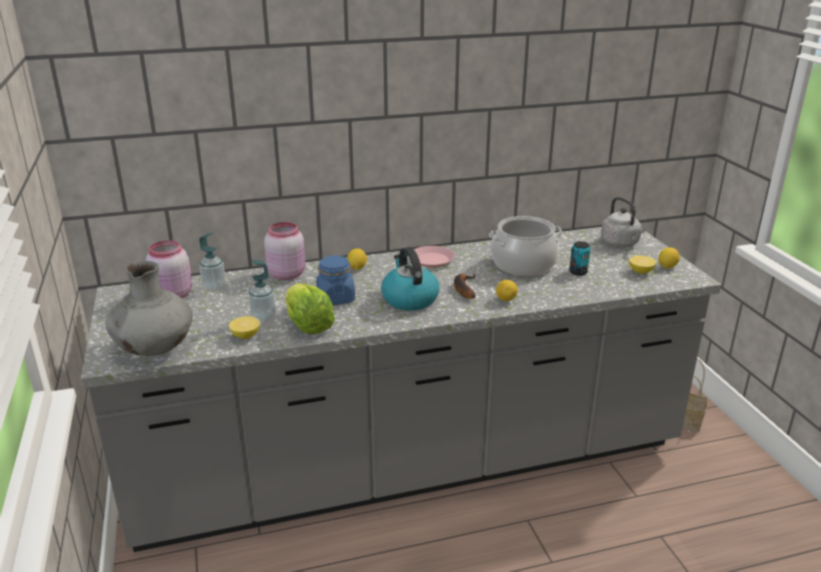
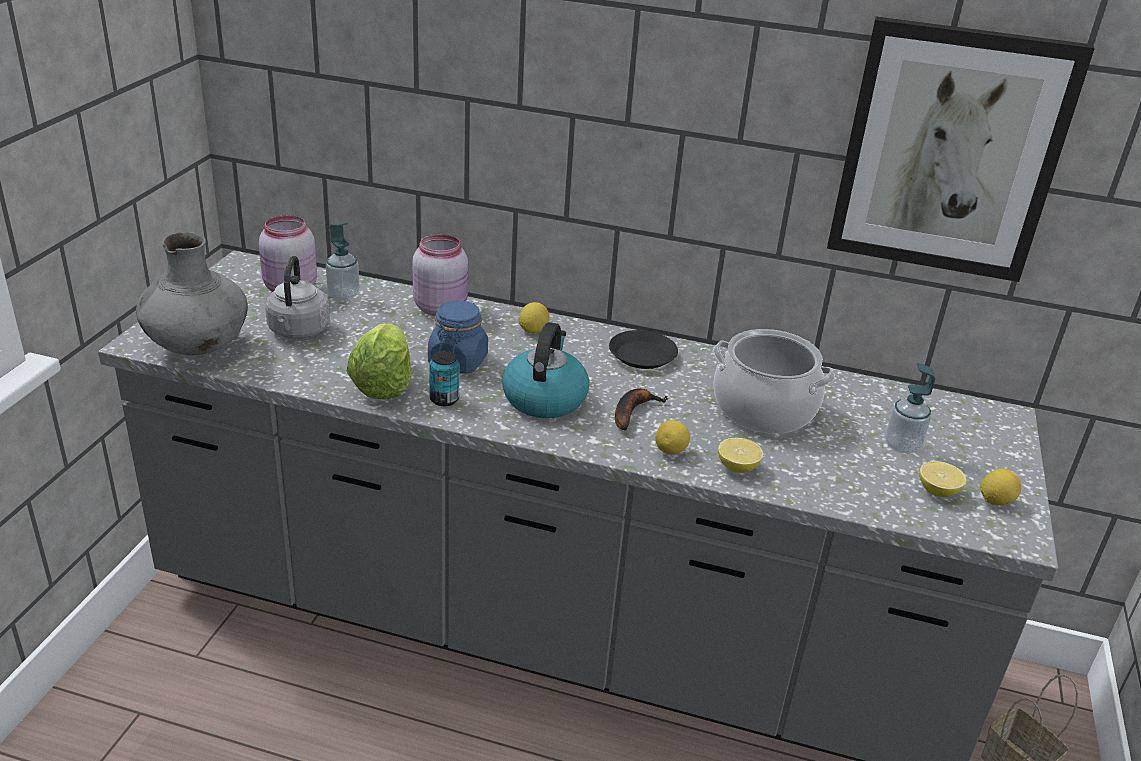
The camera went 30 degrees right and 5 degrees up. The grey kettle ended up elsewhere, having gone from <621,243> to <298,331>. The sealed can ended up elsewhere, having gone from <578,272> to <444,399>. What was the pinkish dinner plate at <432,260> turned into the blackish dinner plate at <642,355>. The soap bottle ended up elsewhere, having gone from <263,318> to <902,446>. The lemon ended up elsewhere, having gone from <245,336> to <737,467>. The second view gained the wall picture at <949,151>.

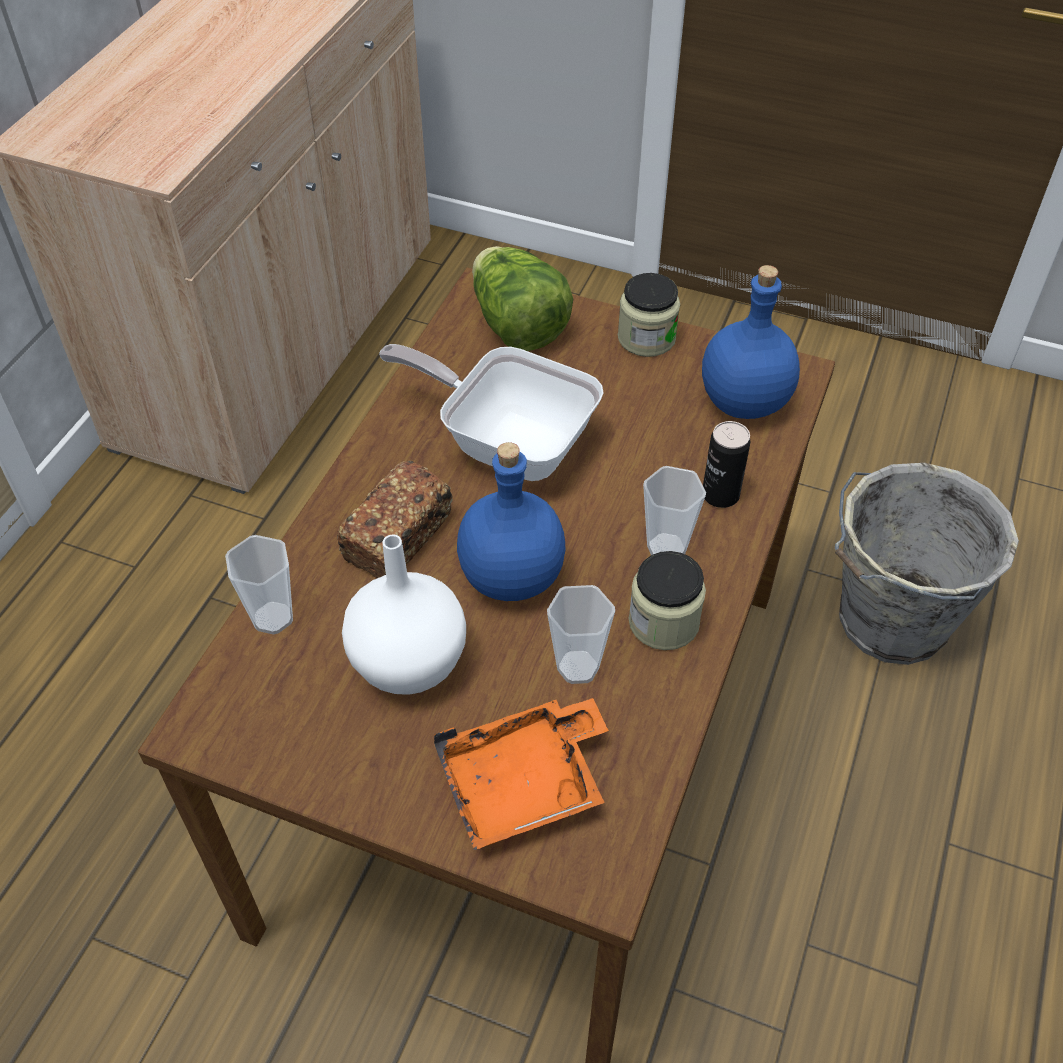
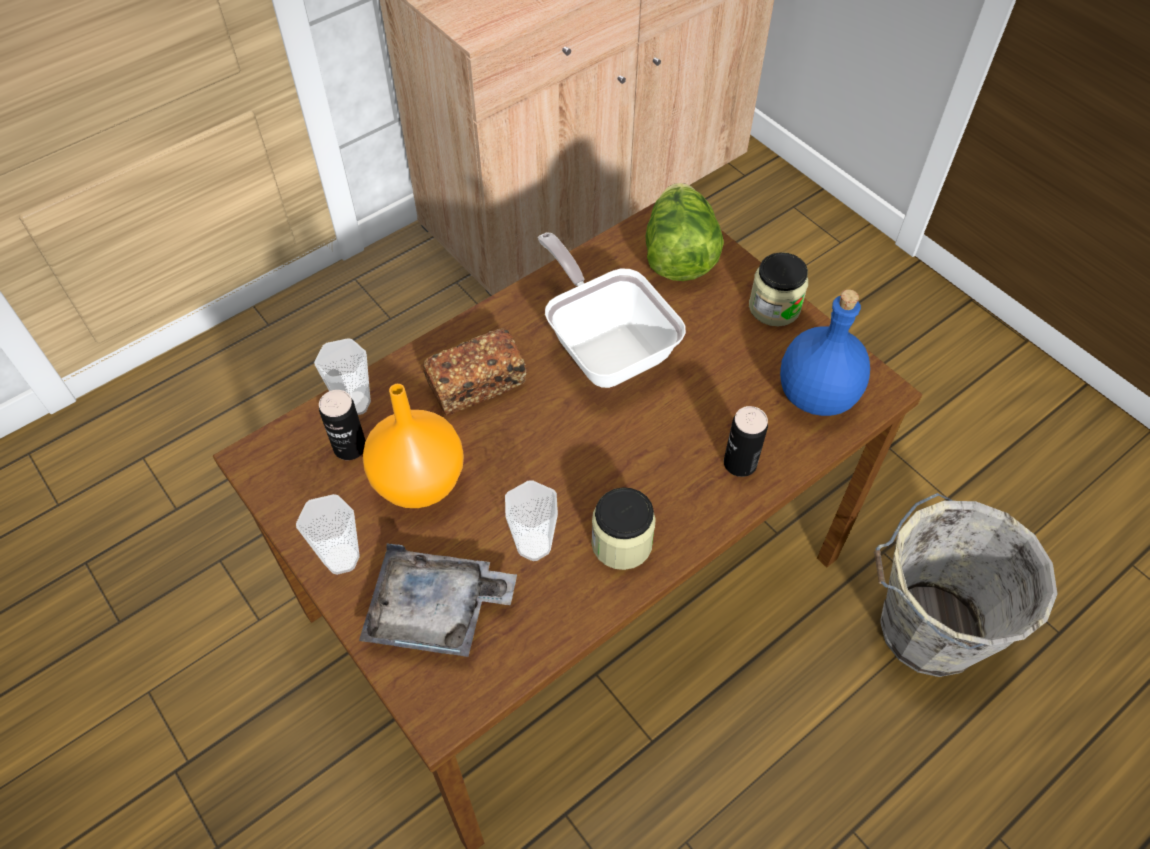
The camera went 30 degrees right and 5 degrees up. The second view lost the blue bottle at <509,576>. The drinking cup ended up elsewhere, having gone from <666,548> to <341,558>. What was the white flower vase at <409,662> turned into the orangey flower vase at <420,481>. What was the orangey tray at <525,783> turned into the grey tray at <436,611>. The second view gained the sealed can at <350,447>.

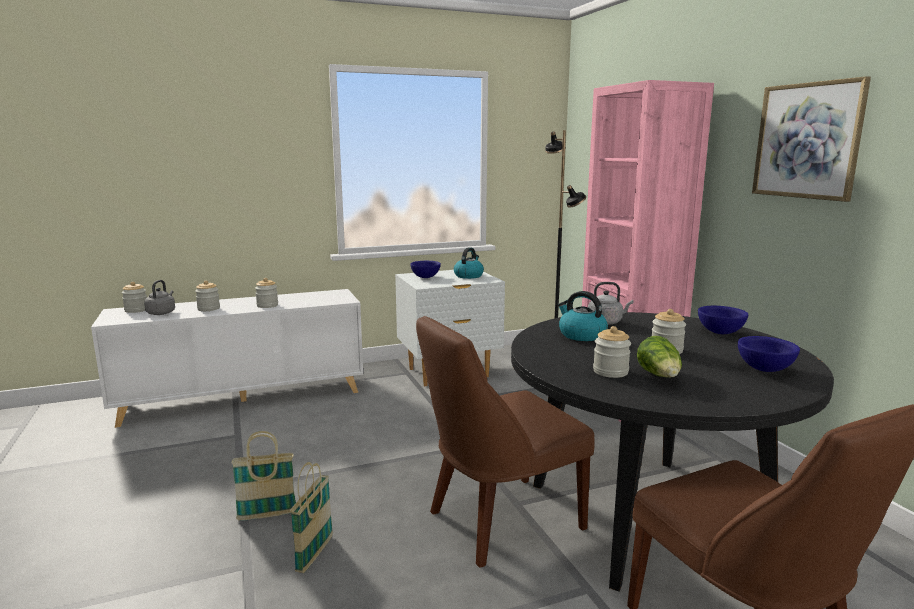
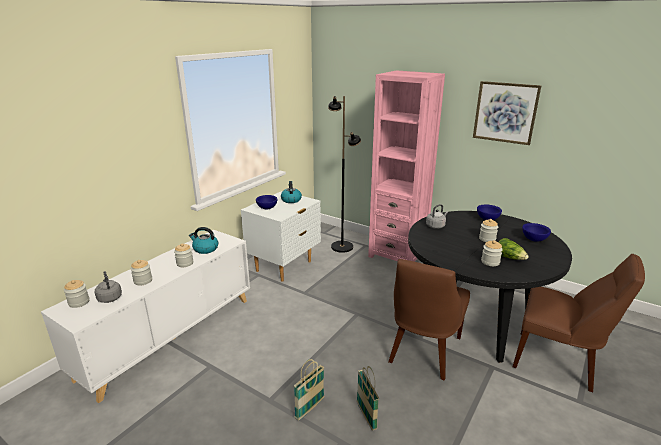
The camera went 35 degrees left and 10 degrees up. The kettle ended up elsewhere, having gone from <581,335> to <205,249>.

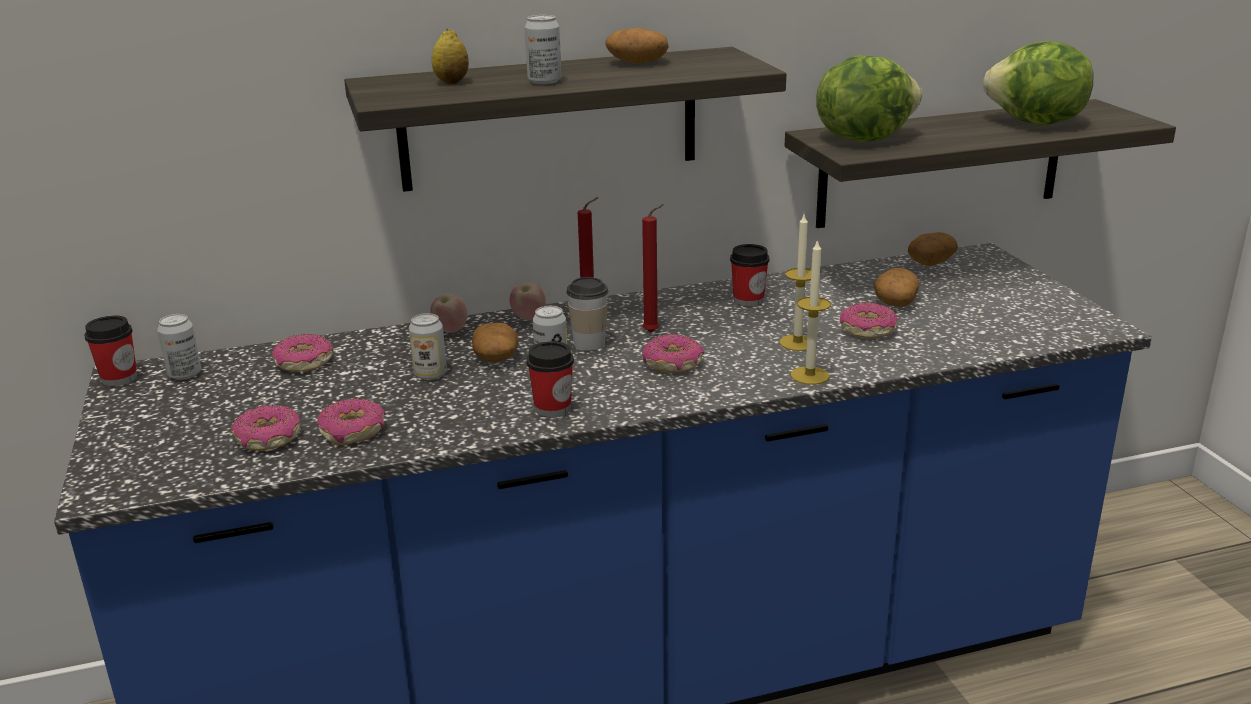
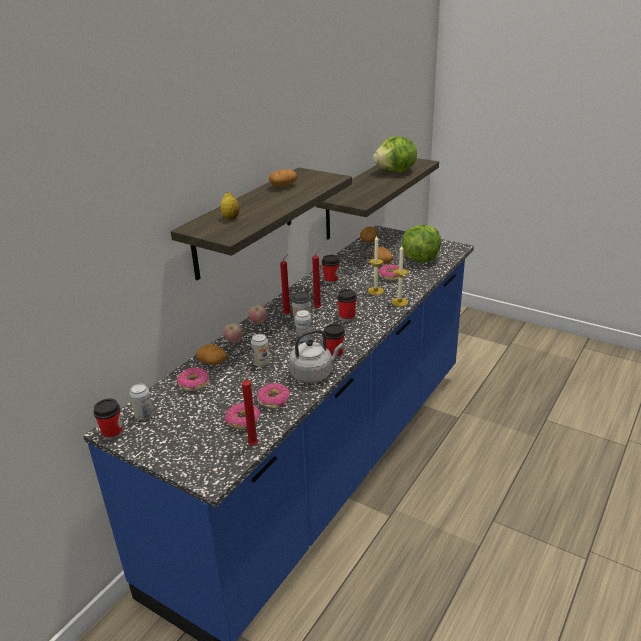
The camera went 40 degrees left and 5 degrees up. The second view lost the sealed can at <544,81>. The lettuce ended up elsewhere, having gone from <863,138> to <420,259>. The potato ended up elsewhere, having gone from <496,358> to <213,362>. Where the donut stood at <673,364>, the drinking cup came to stand at <347,317>. The second view gained the grey kettle at <313,374>. The second view gained the reddish wax candle at <254,444>.

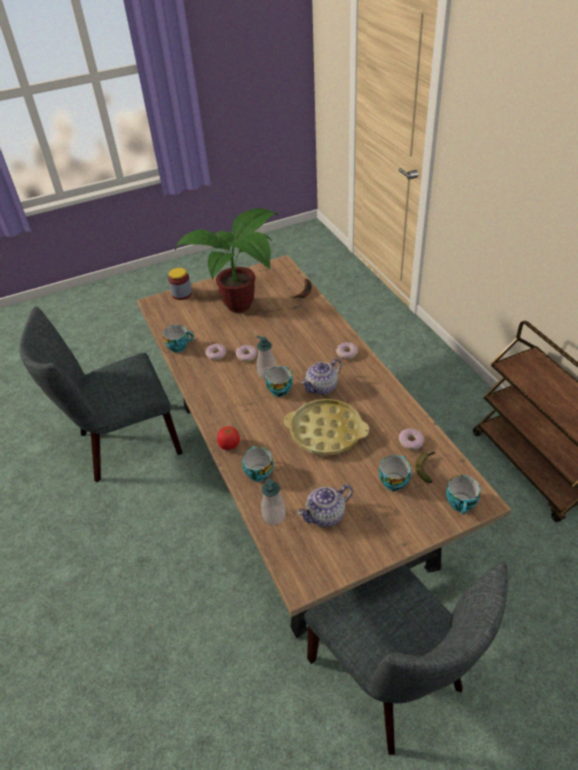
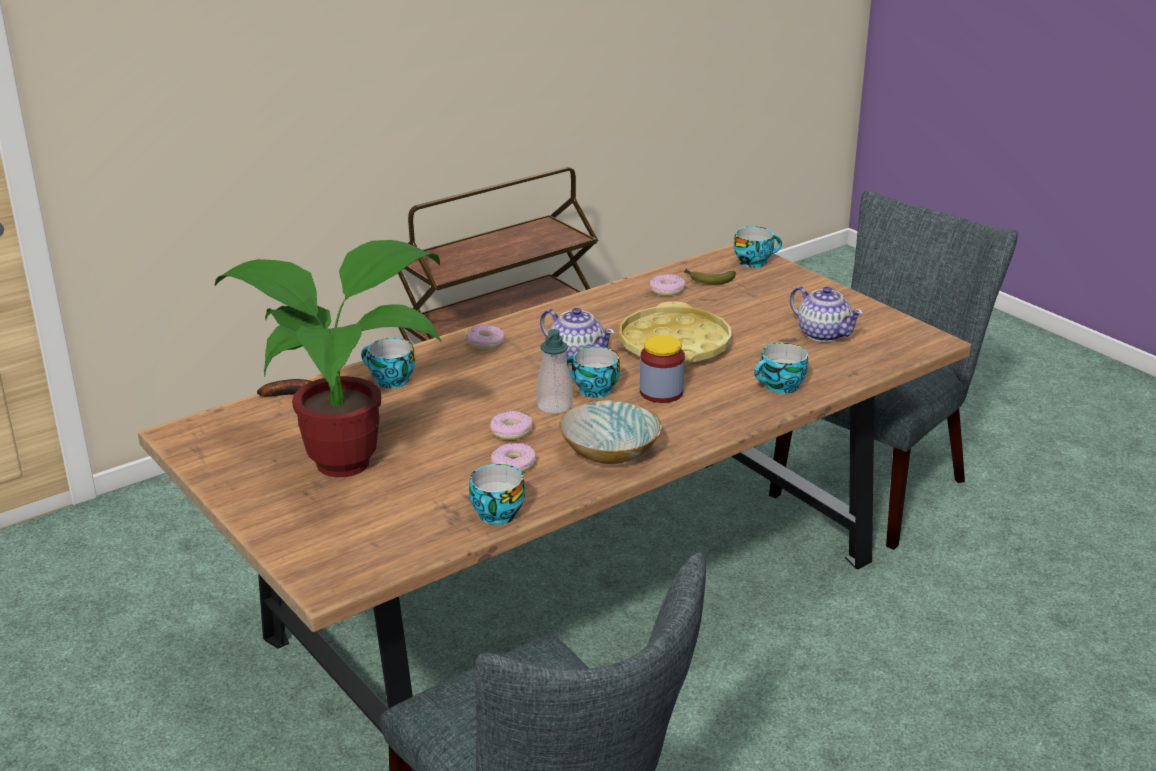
The camera went 105 degrees left and 15 degrees down. The preserve jar ended up elsewhere, having gone from <182,294> to <661,392>. The second view lost the whole tomato at <229,445>. The drinking cup ended up elsewhere, having gone from <393,480> to <389,381>. The second view lost the soap bottle at <274,515>. The second view gained the serving bowl at <611,452>.

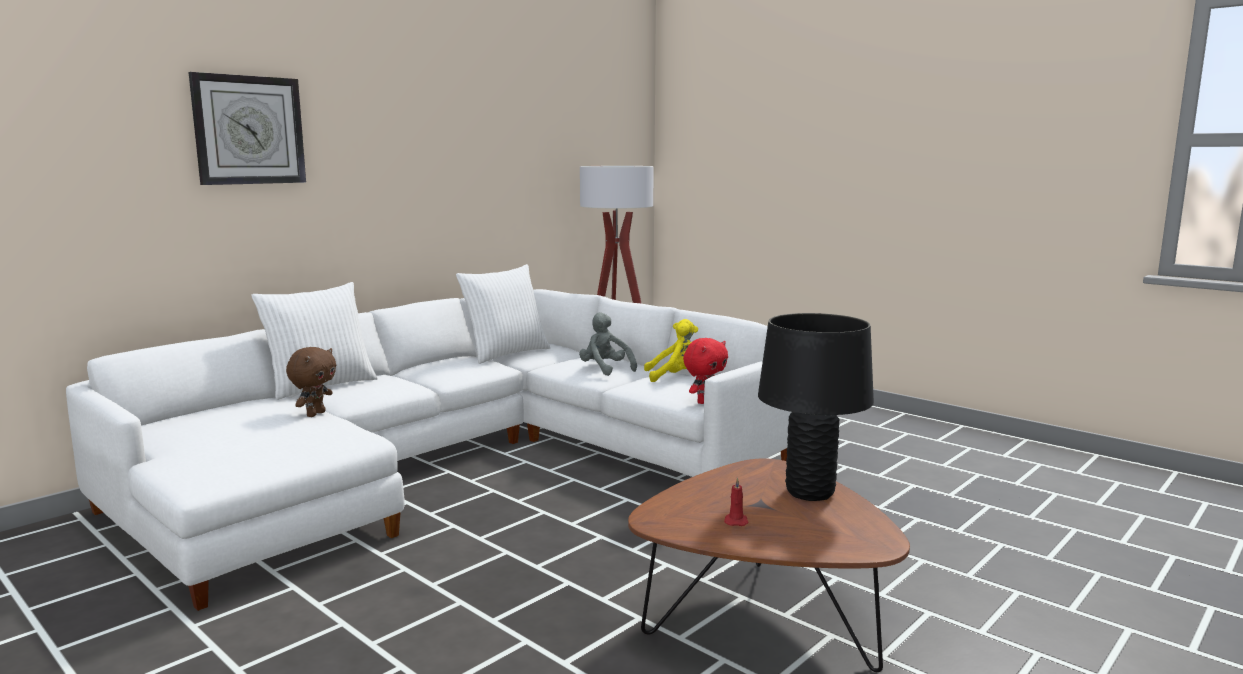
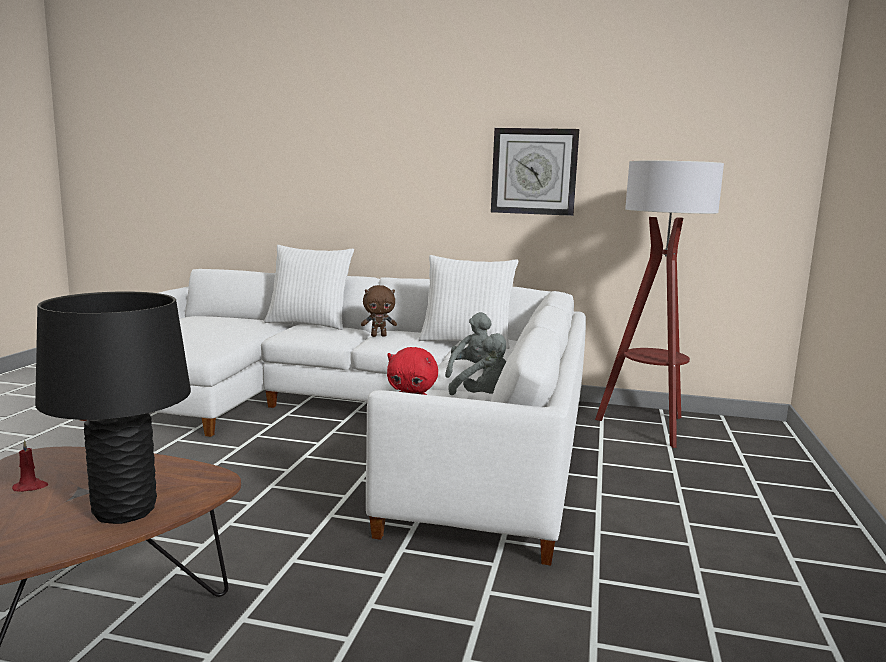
The camera went 60 degrees right and 0 degrees up. The wall clock ended up elsewhere, having gone from <249,130> to <534,171>. What was the yellowish cuddly toy at <674,376> turned into the grey cuddly toy at <486,399>. The brownish cuddly toy ended up elsewhere, having gone from <315,414> to <379,336>.

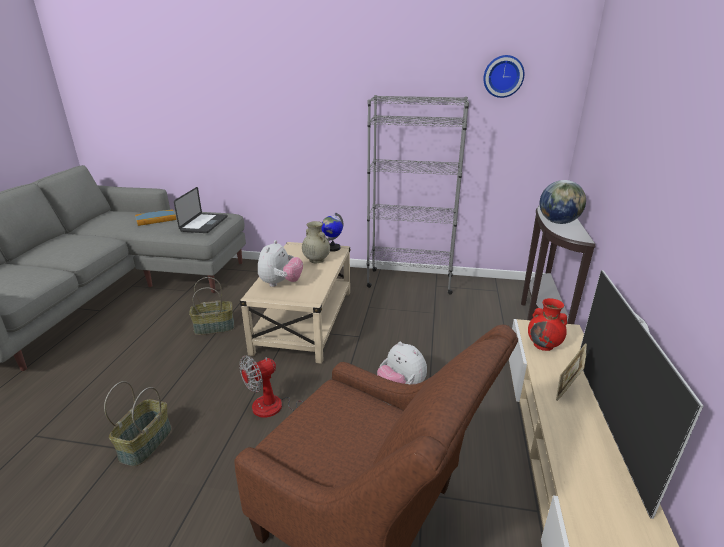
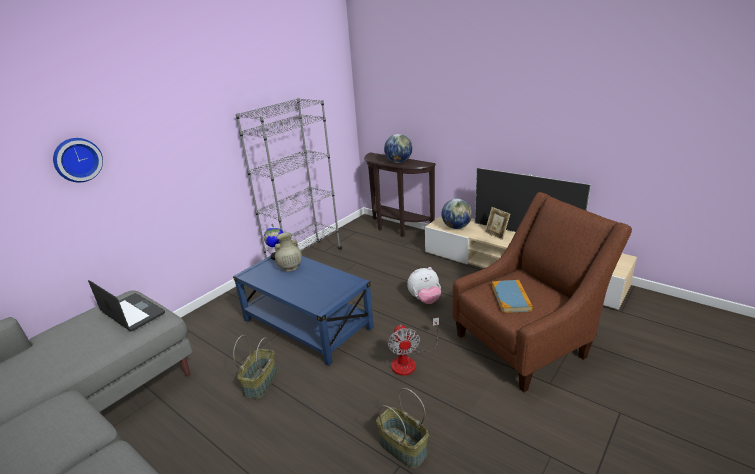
The camera went 60 degrees left and 0 degrees up. The wall clock ended up elsewhere, having gone from <503,76> to <77,159>. The volume ended up elsewhere, having gone from <156,219> to <511,298>. The second view lost the cuddly toy at <280,283>. What was the beige coffee table at <304,321> turned into the blue coffee table at <307,324>. Where the reddish flower vase stood at <544,345>, the desk globe came to stand at <456,227>.

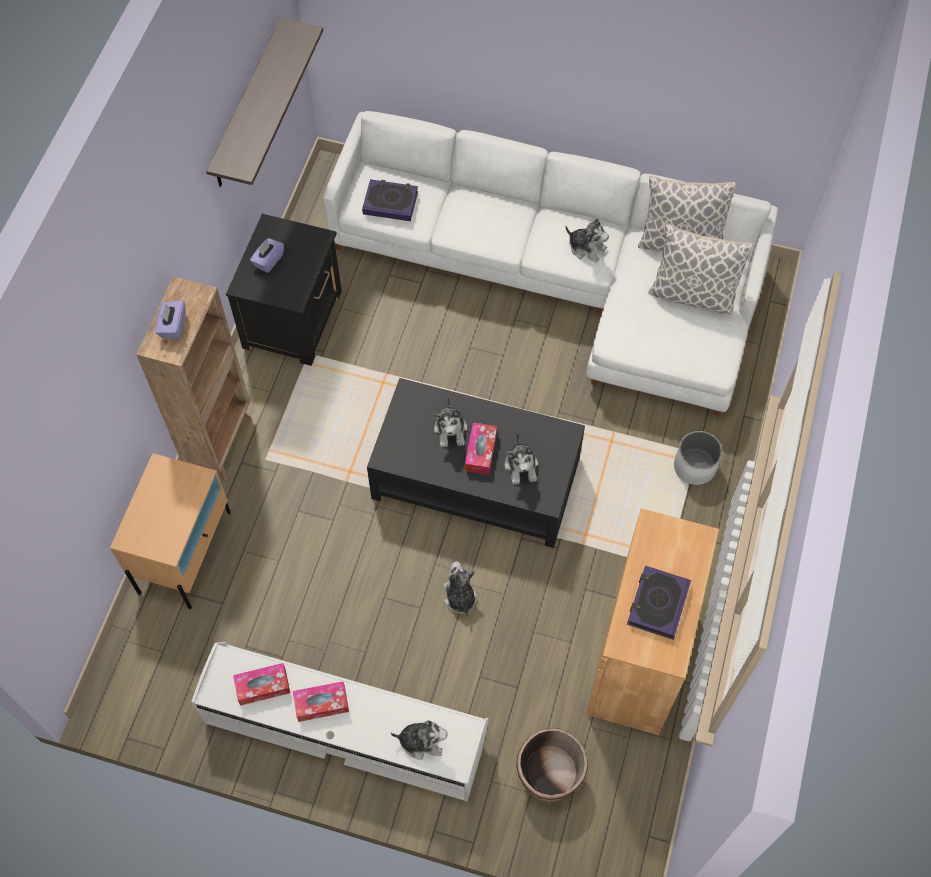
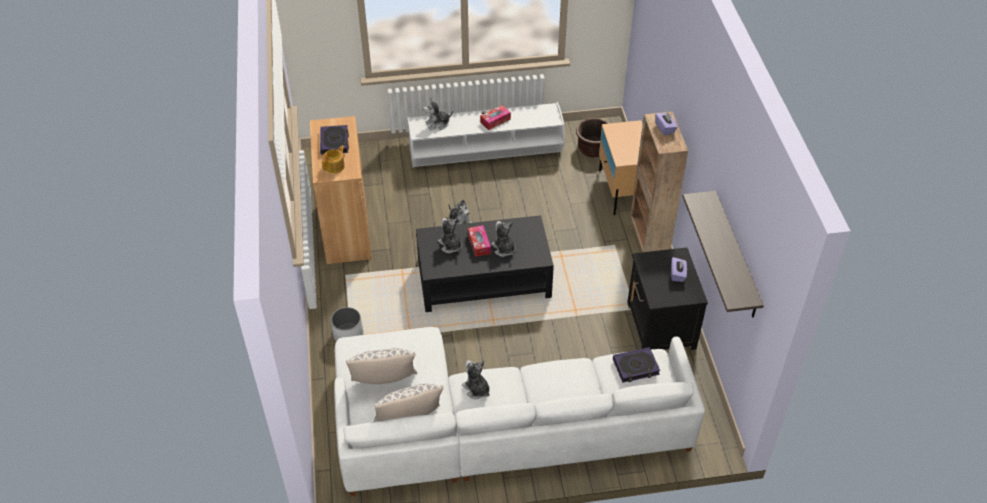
The camera went 155 degrees right and 15 degrees down. The cuddly toy at <586,248> ended up facing another way, 45 degrees clockwise from before. The second view lost the tissue holder at <263,686>. The brownish planter ended up elsewhere, having gone from <549,774> to <593,149>. The second view gained the teapot at <335,166>.

